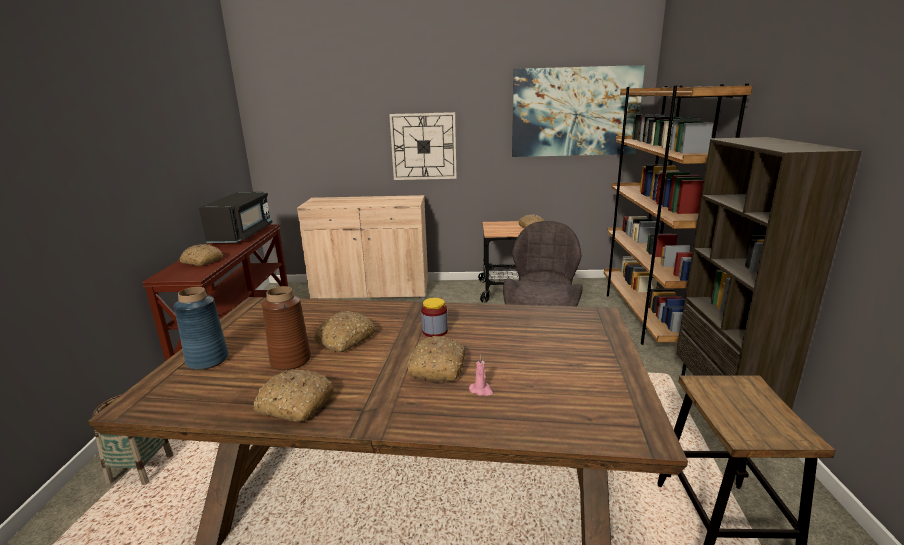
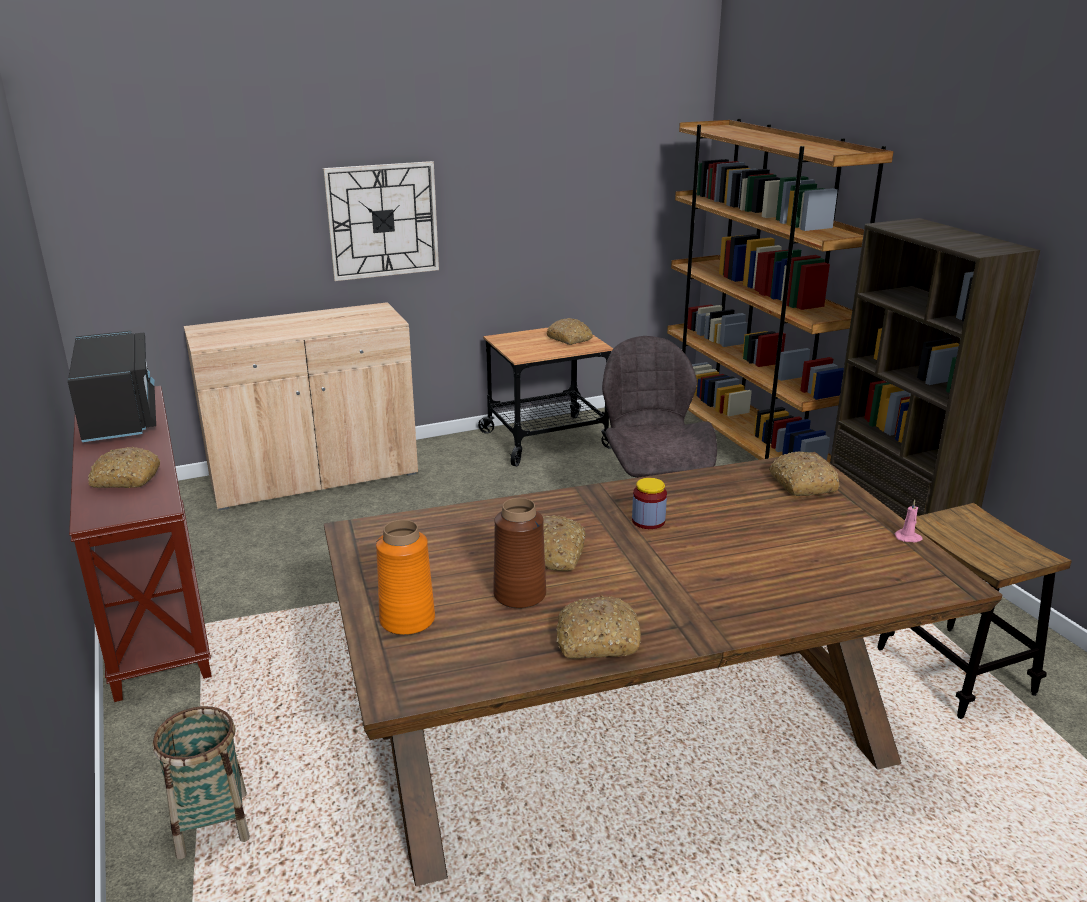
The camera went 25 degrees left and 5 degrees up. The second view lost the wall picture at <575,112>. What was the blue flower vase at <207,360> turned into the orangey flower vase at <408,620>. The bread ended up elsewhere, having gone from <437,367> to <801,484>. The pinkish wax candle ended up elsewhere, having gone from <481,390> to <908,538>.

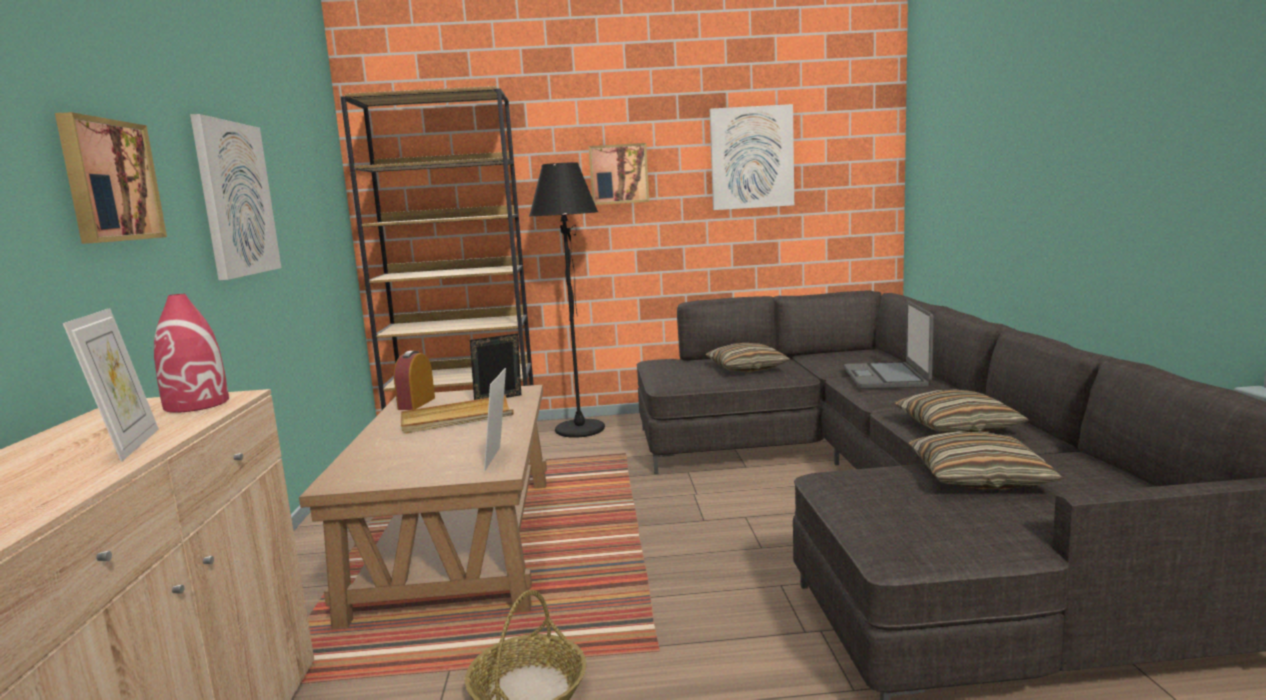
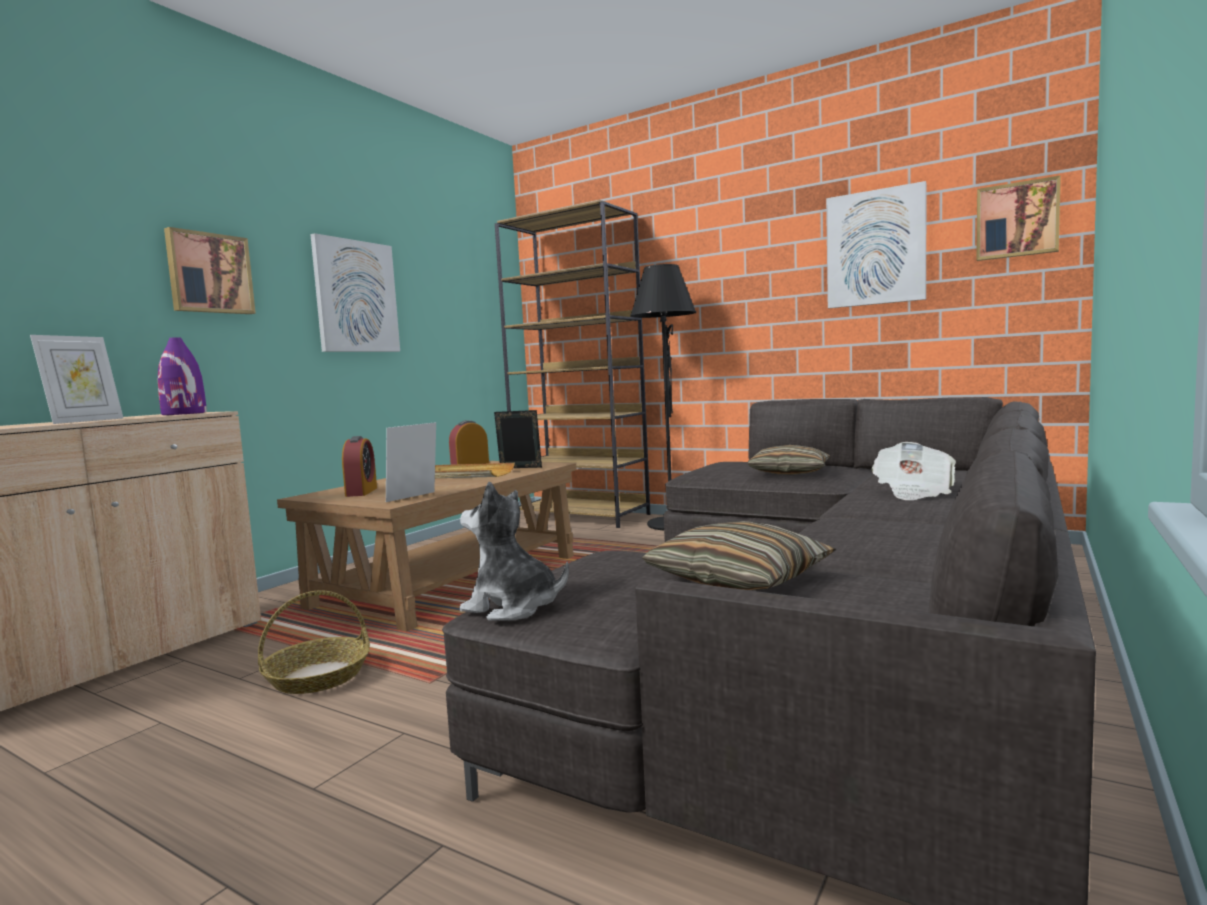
The camera went 35 degrees right and 5 degrees down. The wall picture ended up elsewhere, having gone from <618,174> to <1017,220>. What was the reddish flower vase at <197,404> turned into the purple flower vase at <184,413>. Where the portable computer stood at <886,377>, the newspaper came to stand at <913,493>. The second view lost the pillow at <957,427>. The second view gained the bedside clock at <361,492>. The second view gained the cuddly toy at <512,607>.

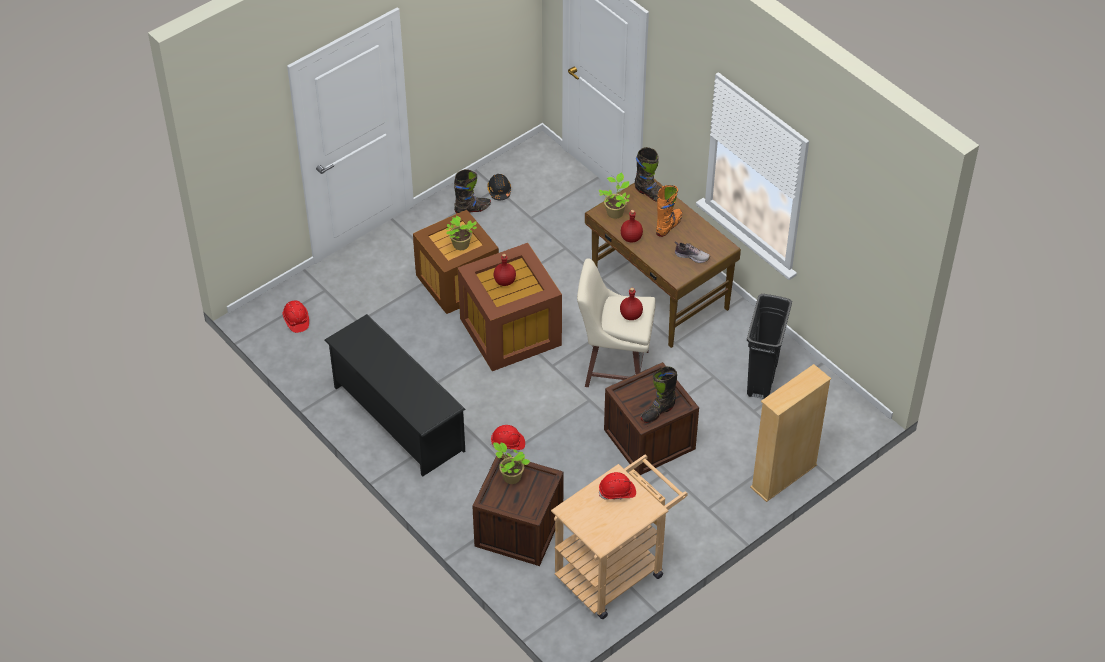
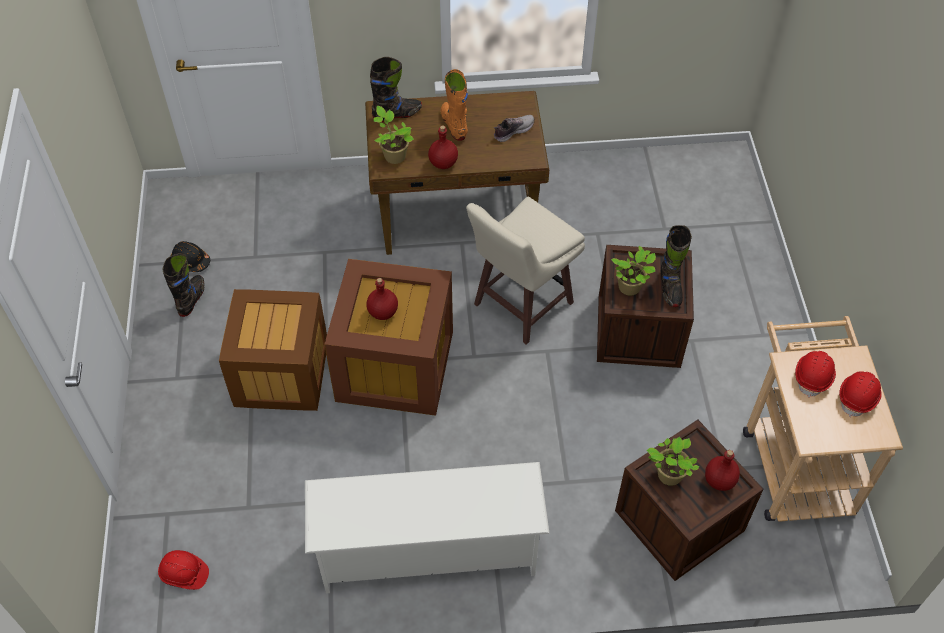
The camera went 55 degrees left and 5 degrees up. The houseplant ended up elsewhere, having gone from <460,245> to <631,288>. The reddish bottle ended up elsewhere, having gone from <630,315> to <719,481>. The second view lost the blackish waste bin at <762,379>. What was the blackish shoe rack at <397,418> turned into the white shoe rack at <428,550>. The second view lost the beige shelving unit at <783,476>. The reddish work helmet ended up elsewhere, having gone from <508,443> to <858,397>.

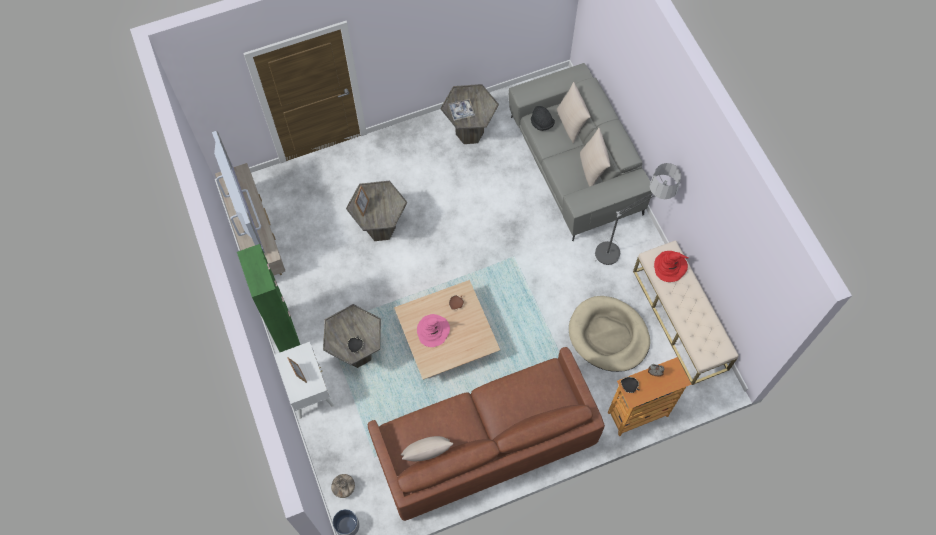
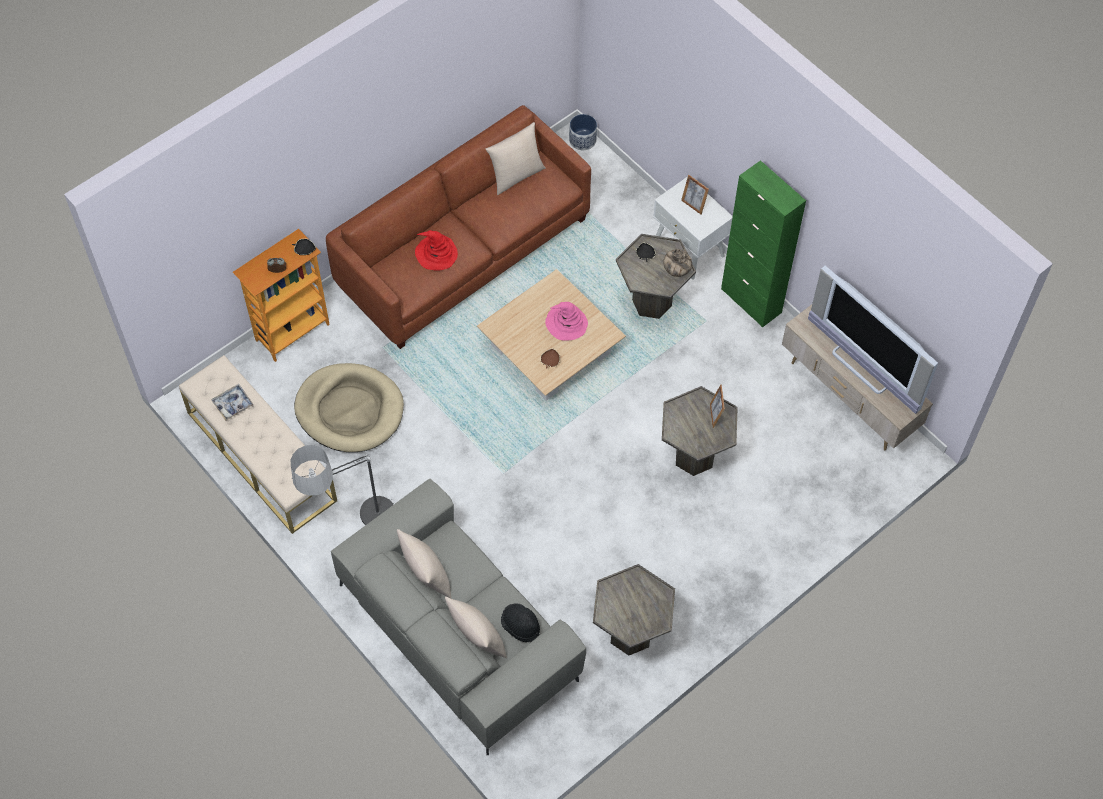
The camera went 160 degrees right and 5 degrees down. The tray ended up elsewhere, having gone from <461,111> to <233,404>. The reddish hat ended up elsewhere, having gone from <670,267> to <436,253>. The flower vase ended up elsewhere, having gone from <344,488> to <676,270>.

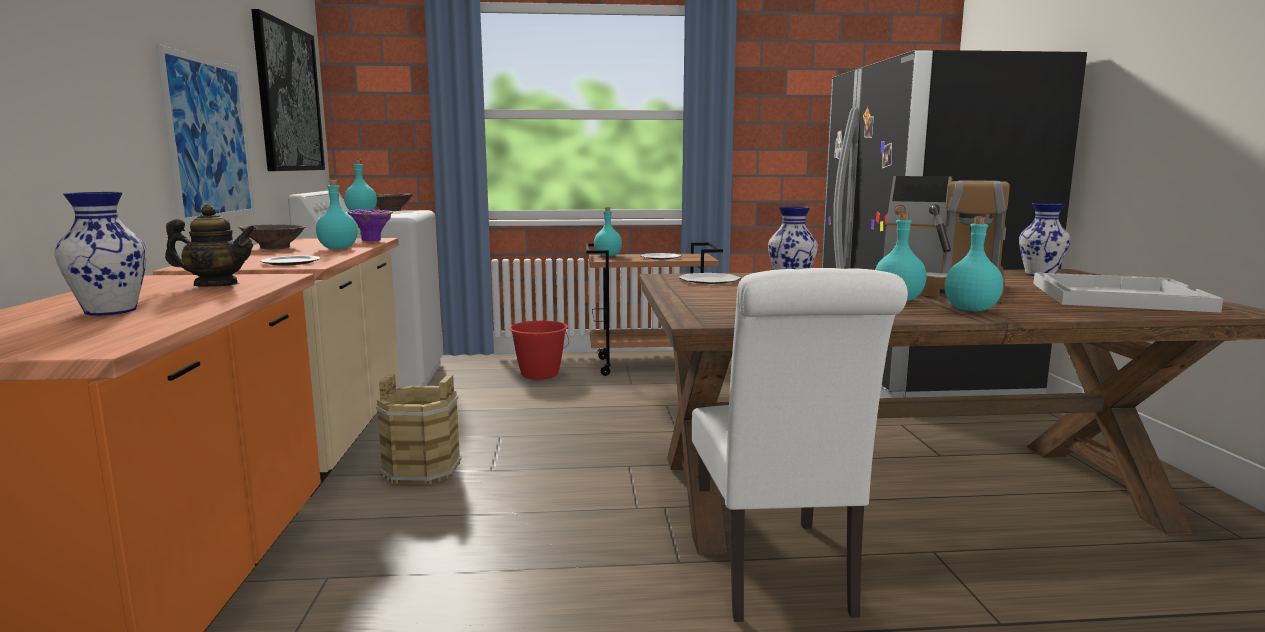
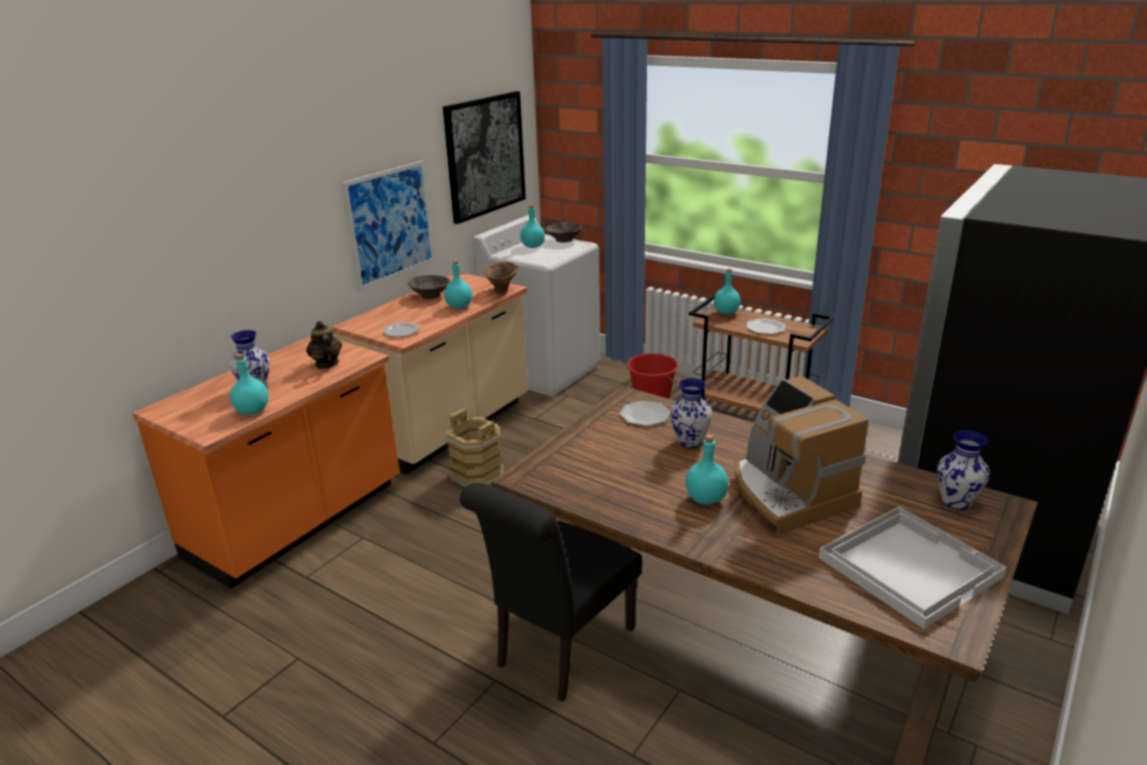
The camera went 40 degrees right and 15 degrees up. The teapot at <216,285> ended up facing another way, 150 degrees counterclockwise from before. What was the purple flower vase at <372,240> turned into the brownish flower vase at <503,290>. The turquoise bottle ended up elsewhere, having gone from <970,310> to <252,411>. What was the white chair at <776,575> turned into the blackish chair at <560,651>.

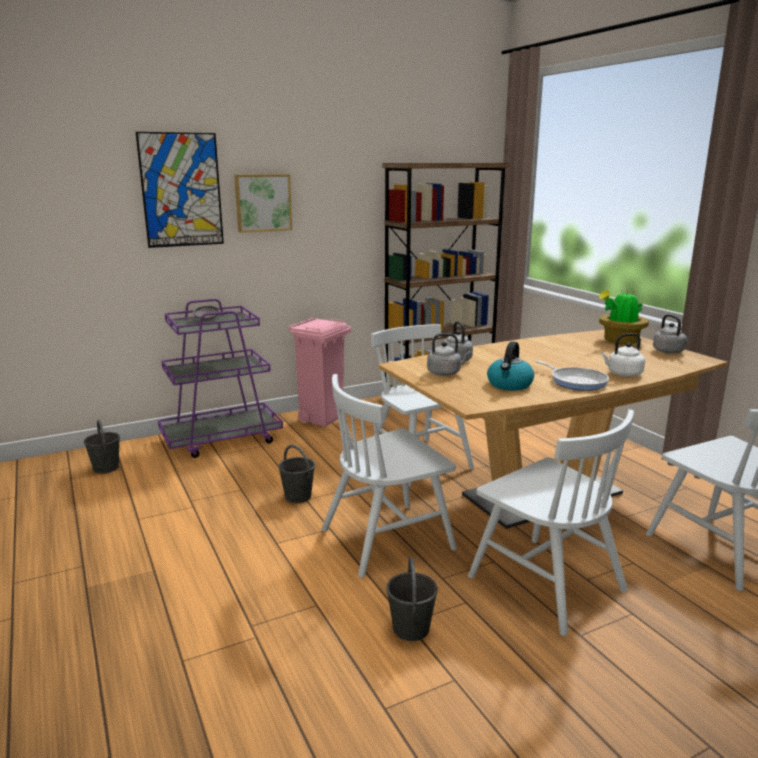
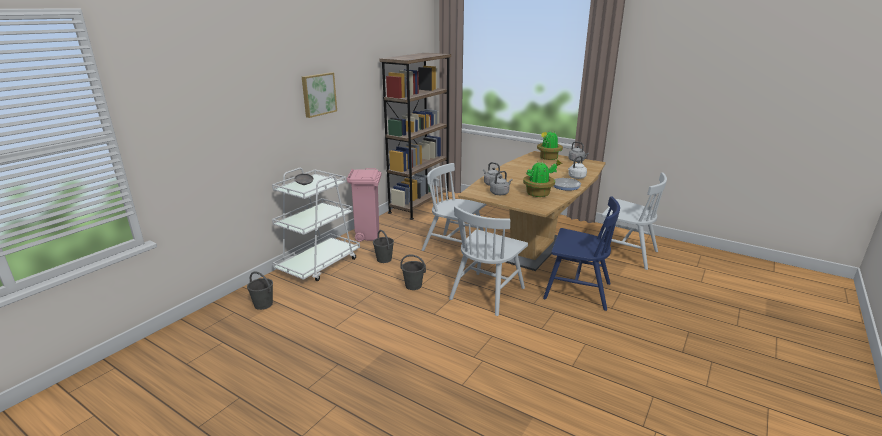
The camera went 30 degrees left and 5 degrees up. The second view lost the wall picture at <181,190>. What was the purple trolley at <222,439> turned into the white trolley at <319,264>. Where the kettle stood at <509,385>, the houseplant came to stand at <539,194>. What was the white chair at <545,583> turned into the blue chair at <577,291>. The grey water bucket ended up elsewhere, having gone from <411,628> to <384,259>.

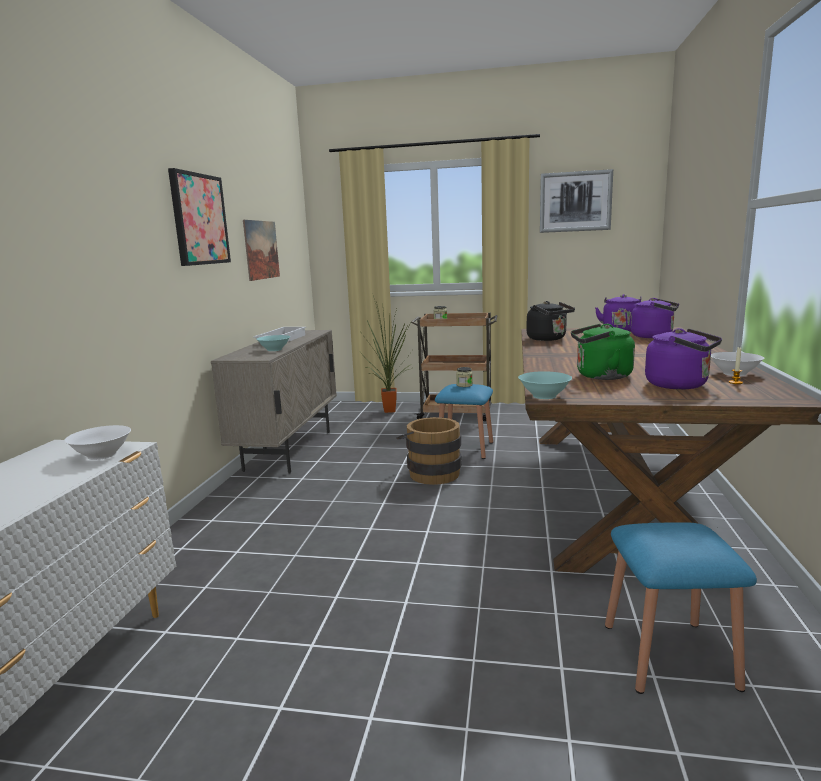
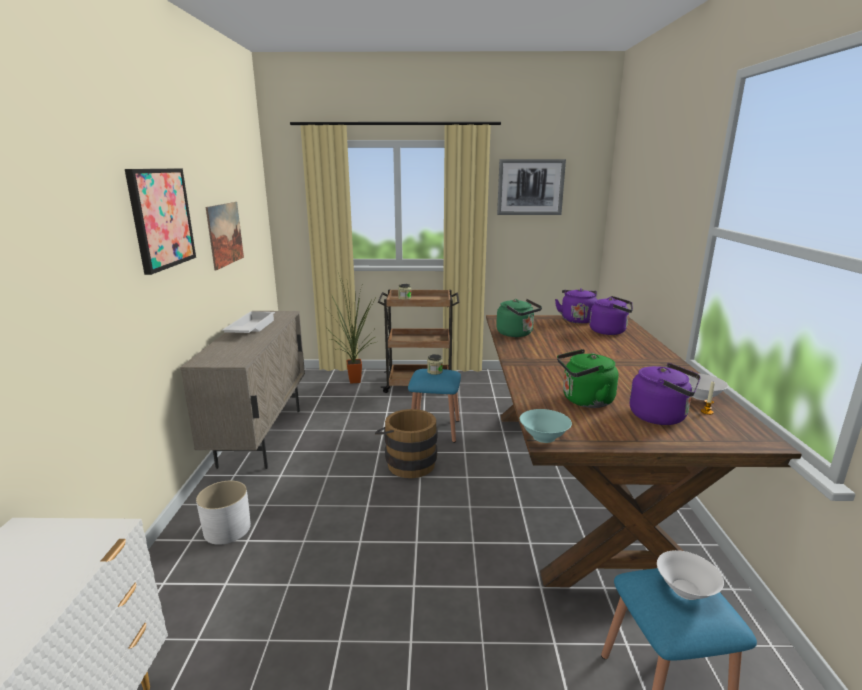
The camera went 10 degrees left and 5 degrees up. What was the blackish kettle at <548,339> turned into the green-coloured kettle at <516,334>. The second view lost the turquoise serving bowl at <274,350>. The white serving bowl ended up elsewhere, having gone from <102,455> to <685,589>. The second view gained the white planter at <227,529>.

